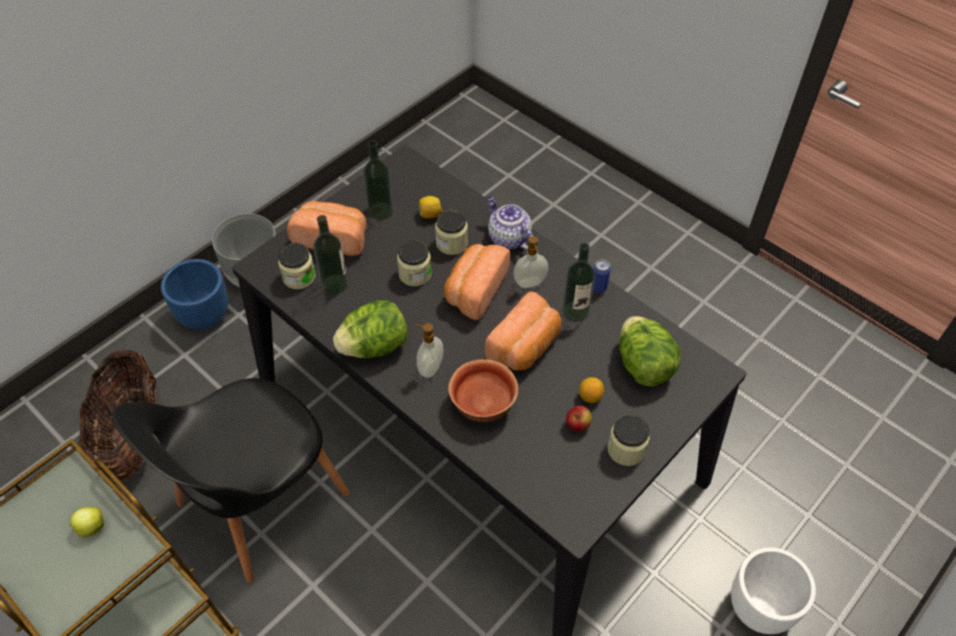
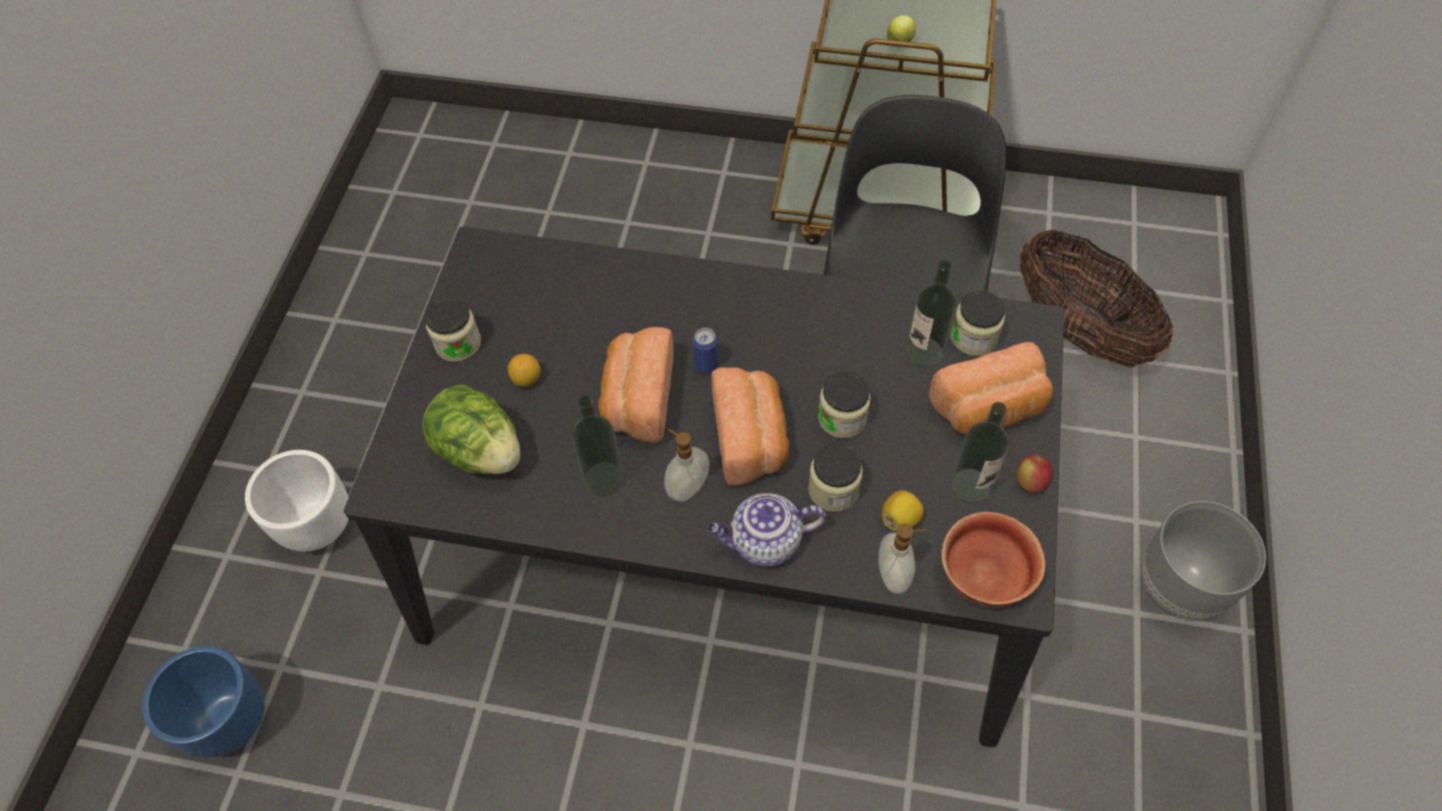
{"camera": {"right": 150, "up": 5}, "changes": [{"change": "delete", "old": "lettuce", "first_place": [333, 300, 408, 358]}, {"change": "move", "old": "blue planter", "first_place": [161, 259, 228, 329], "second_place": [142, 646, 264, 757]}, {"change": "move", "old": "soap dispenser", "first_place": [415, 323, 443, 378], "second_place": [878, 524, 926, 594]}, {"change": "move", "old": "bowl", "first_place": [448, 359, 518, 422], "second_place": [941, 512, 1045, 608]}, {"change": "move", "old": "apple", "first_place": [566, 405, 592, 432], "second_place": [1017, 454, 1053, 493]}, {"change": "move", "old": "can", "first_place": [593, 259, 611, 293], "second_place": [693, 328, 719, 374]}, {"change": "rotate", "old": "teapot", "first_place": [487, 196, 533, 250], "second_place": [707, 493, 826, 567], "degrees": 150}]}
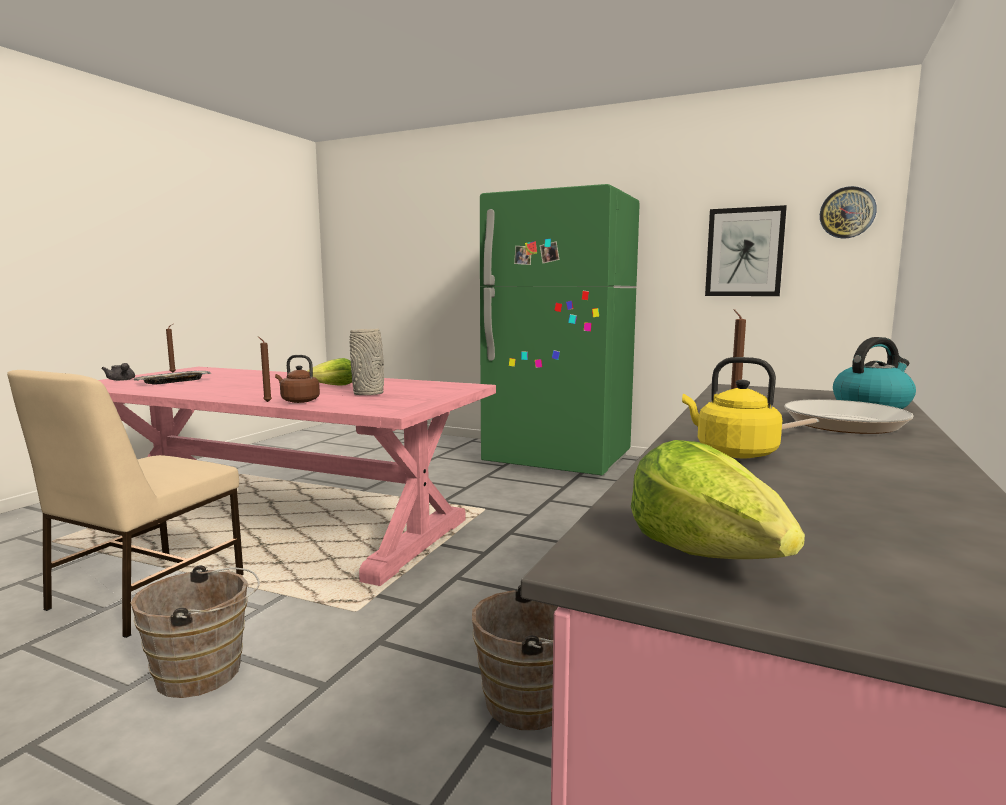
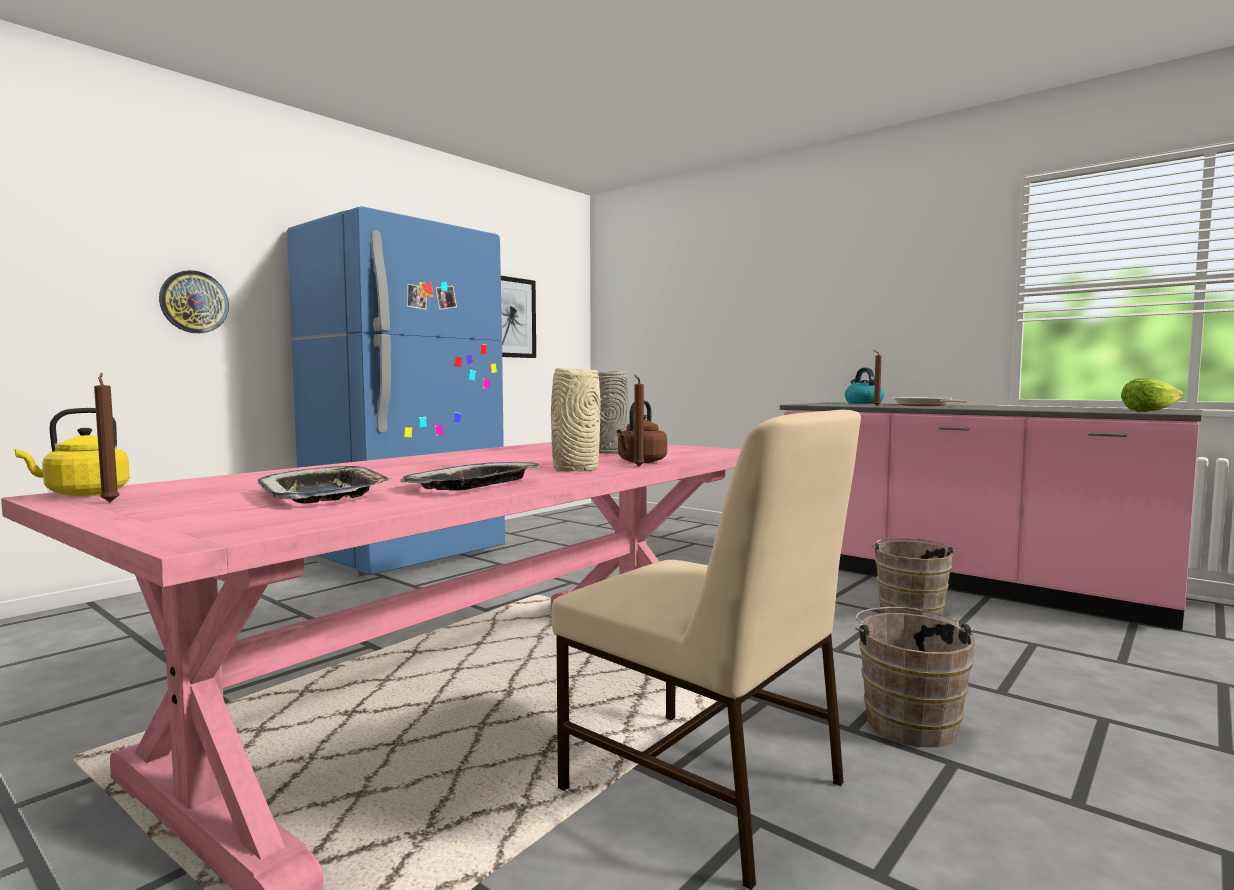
{"camera": {"right": -75, "up": -5}, "changes": [{"change": "delete", "old": "grey teapot", "first_place": [101, 363, 135, 381]}, {"change": "delete", "old": "lettuce", "first_place": [307, 358, 352, 386]}, {"change": "insert", "new": "tray", "second_place": [400, 462, 541, 491]}, {"change": "insert", "new": "beige vase", "second_place": [551, 368, 601, 471]}, {"change": "move", "old": "yellow kettle", "first_place": [682, 357, 782, 458], "second_place": [15, 408, 130, 496]}, {"change": "move", "old": "wall clock", "first_place": [820, 186, 877, 238], "second_place": [159, 270, 229, 333]}, {"change": "recolor", "old": "green fridge", "new": "blue fridge", "first_place": [480, 184, 640, 476], "second_place": [287, 206, 505, 577]}]}
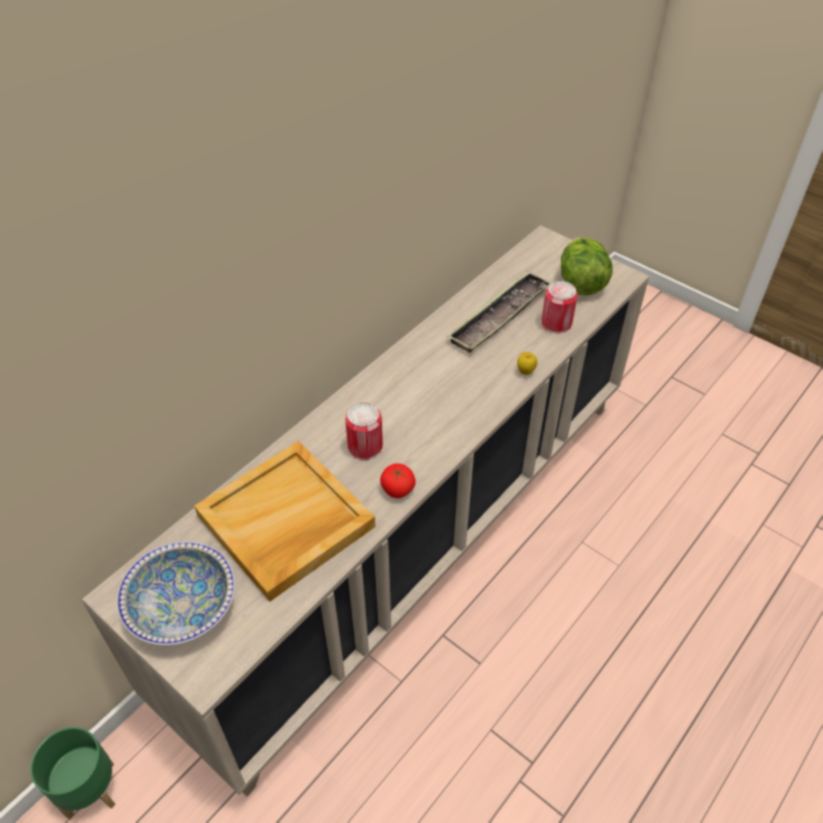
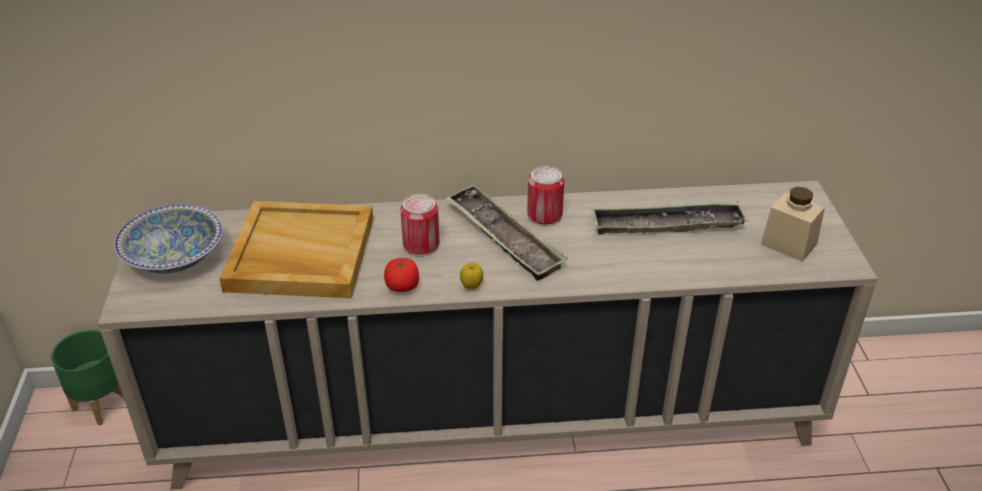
{"camera": {"right": 45, "up": -10}, "changes": [{"change": "insert", "new": "tray", "second_place": [445, 185, 568, 281]}, {"change": "move", "old": "apple", "first_place": [517, 352, 537, 375], "second_place": [460, 263, 483, 290]}, {"change": "move", "old": "can", "first_place": [541, 281, 578, 334], "second_place": [527, 166, 564, 226]}, {"change": "replace", "old": "lettuce", "new": "beige jar", "first_place": [561, 238, 613, 295], "second_place": [761, 187, 825, 262]}]}
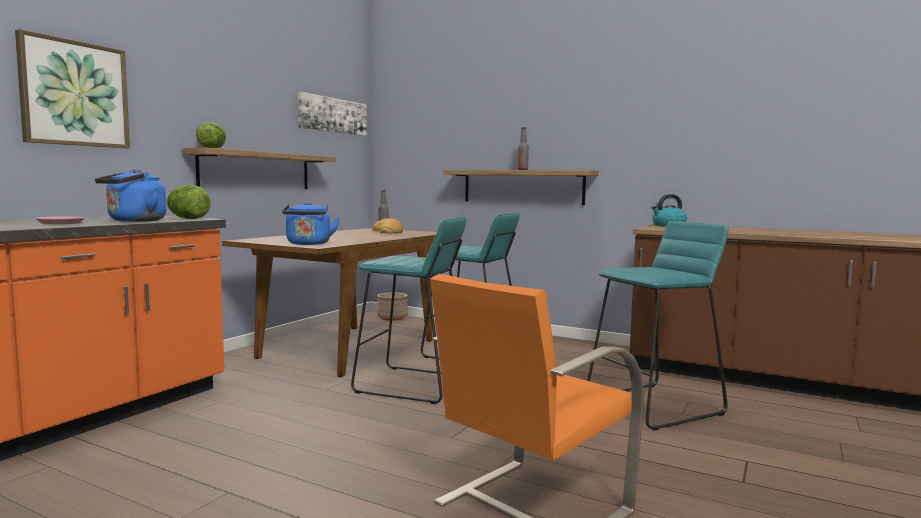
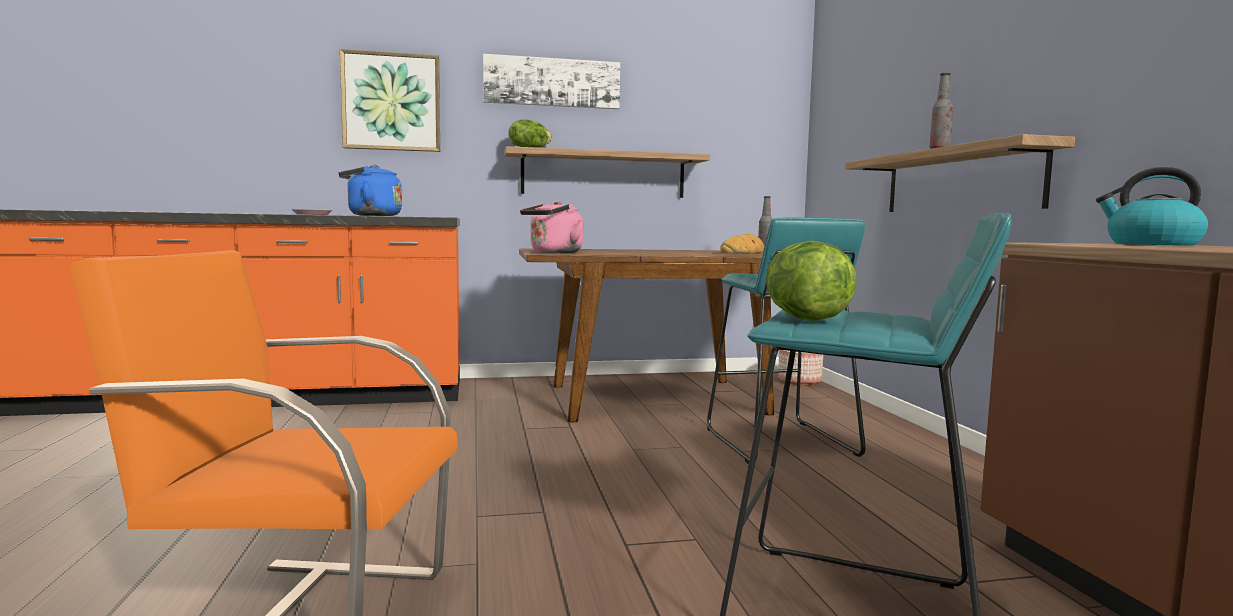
{"camera": {"right": 50, "up": 0}, "changes": [{"change": "delete", "old": "turquoise stool", "first_place": [351, 217, 467, 404]}, {"change": "move", "old": "lettuce", "first_place": [166, 185, 211, 219], "second_place": [766, 241, 857, 321]}, {"change": "move", "old": "picture", "first_place": [298, 92, 367, 136], "second_place": [483, 54, 620, 109]}, {"change": "recolor", "old": "blue kettle", "new": "pink kettle", "first_place": [282, 202, 340, 245], "second_place": [520, 201, 583, 253]}]}
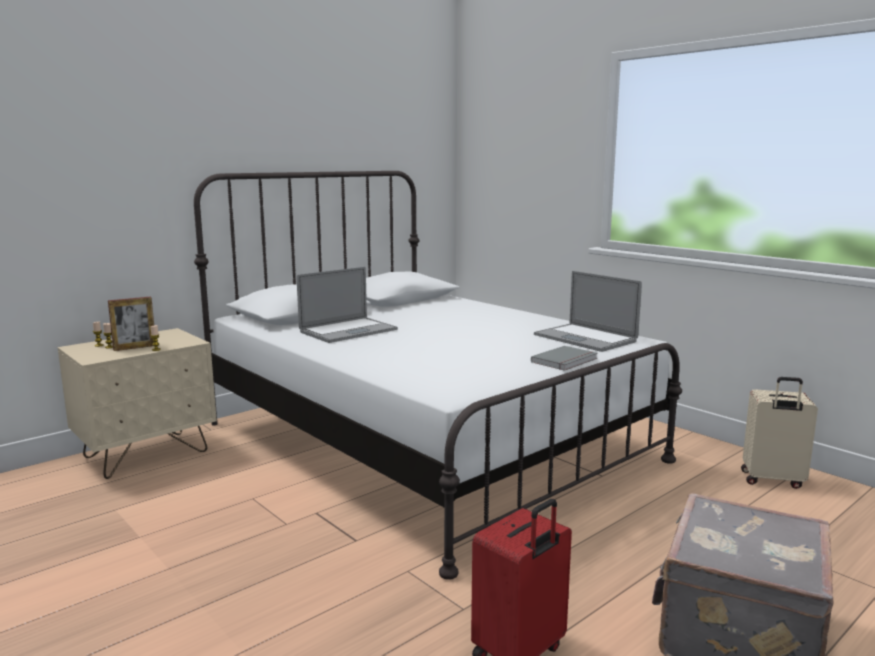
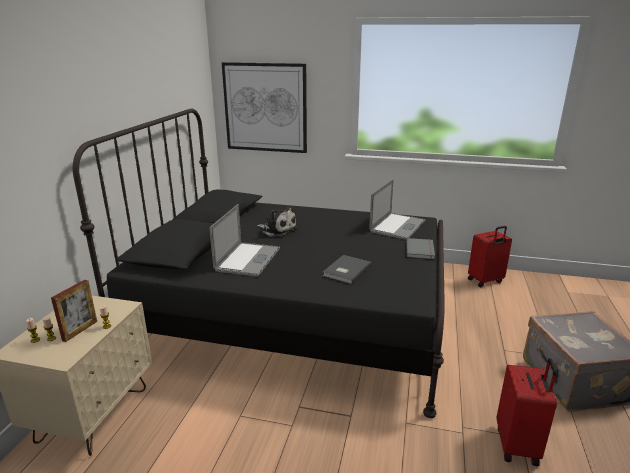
{"camera": {"right": -35, "up": 10}, "changes": [{"change": "insert", "new": "picture", "second_place": [222, 62, 307, 153]}, {"change": "insert", "new": "plush toy", "second_place": [257, 205, 297, 237]}, {"change": "insert", "new": "grey book", "second_place": [323, 255, 371, 284]}, {"change": "recolor", "old": "white bed", "new": "black bed", "first_place": [194, 171, 682, 580], "second_place": [73, 108, 445, 418]}, {"change": "recolor", "old": "beige suitcase", "new": "red suitcase", "first_place": [741, 377, 818, 489], "second_place": [468, 226, 512, 287]}, {"change": "rotate", "old": "laptop", "first_place": [534, 271, 642, 352], "second_place": [369, 179, 425, 240], "degrees": -75}]}
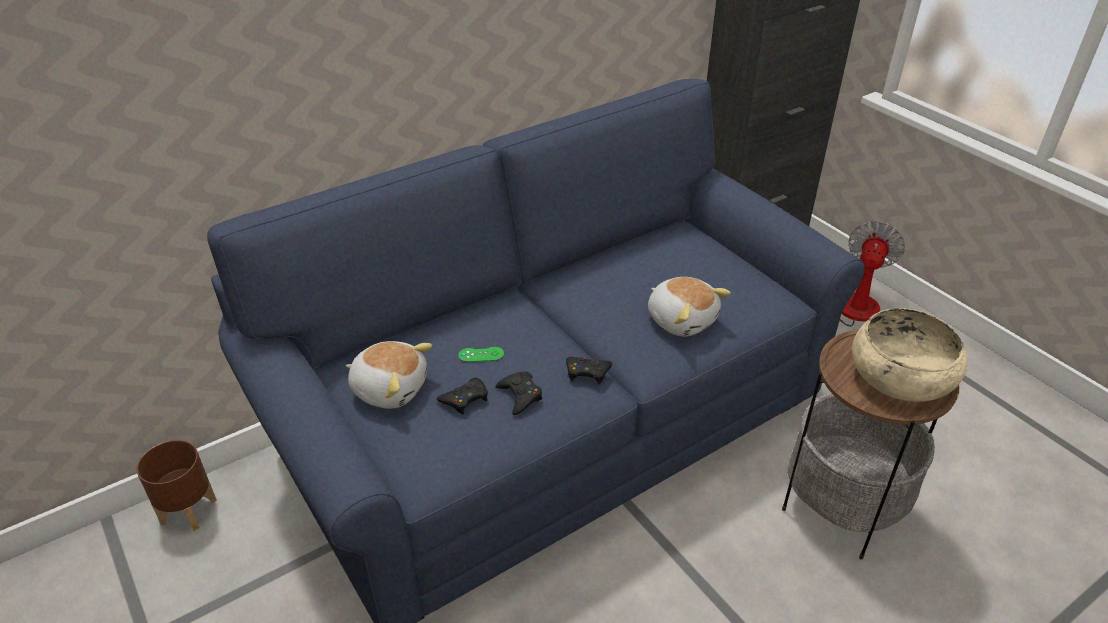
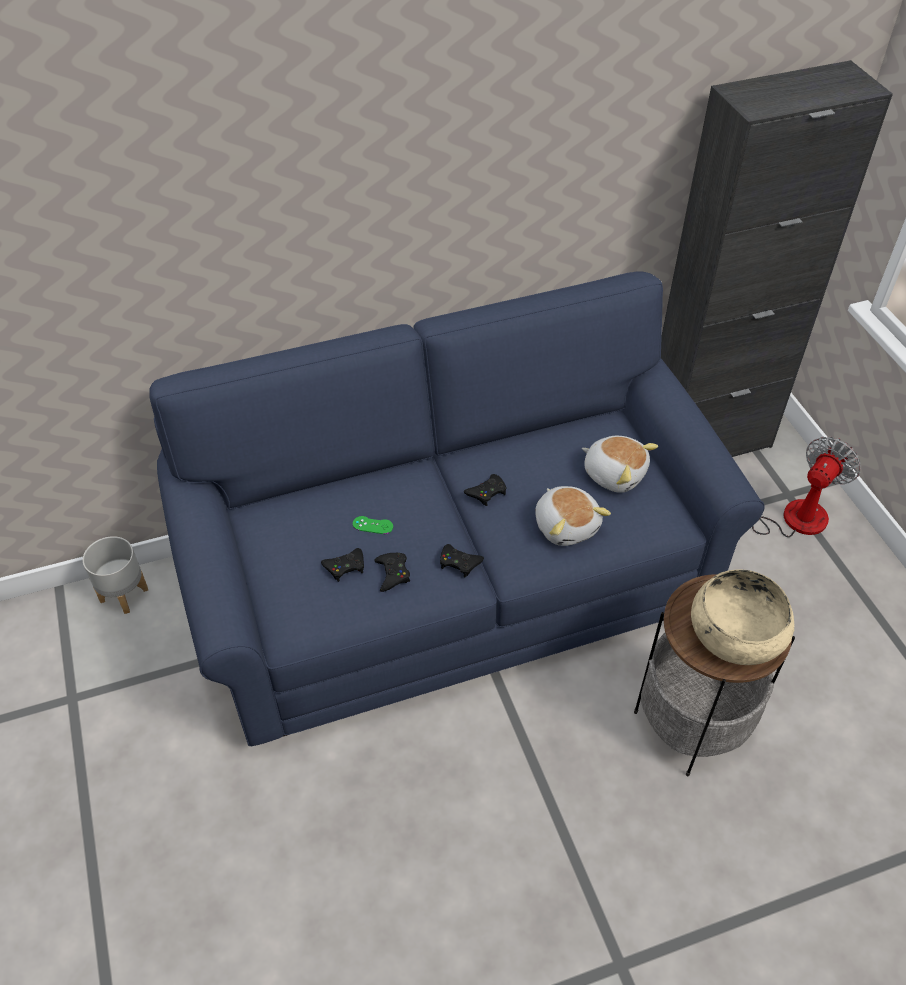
{"camera": {"right": 15, "up": 10}, "changes": [{"change": "insert", "new": "black game controller", "second_place": [464, 474, 507, 506]}, {"change": "move", "old": "plush toy", "first_place": [346, 341, 432, 409], "second_place": [582, 436, 658, 493]}, {"change": "recolor", "old": "brown planter", "new": "grey planter", "first_place": [137, 440, 217, 531], "second_place": [83, 536, 148, 614]}]}
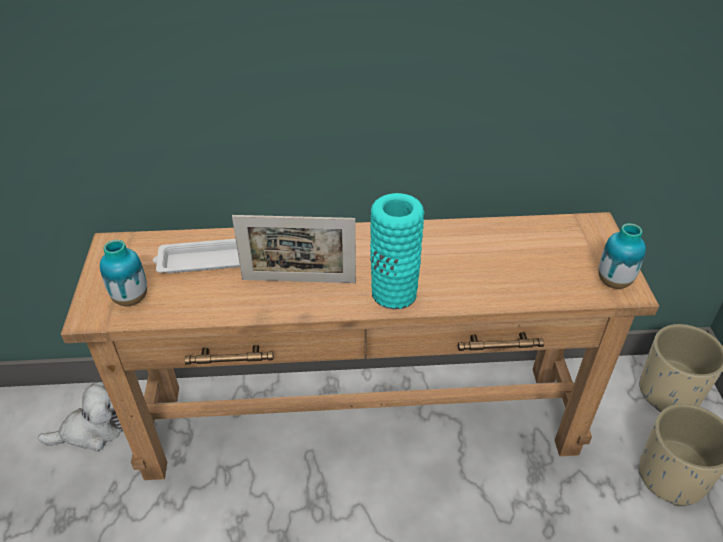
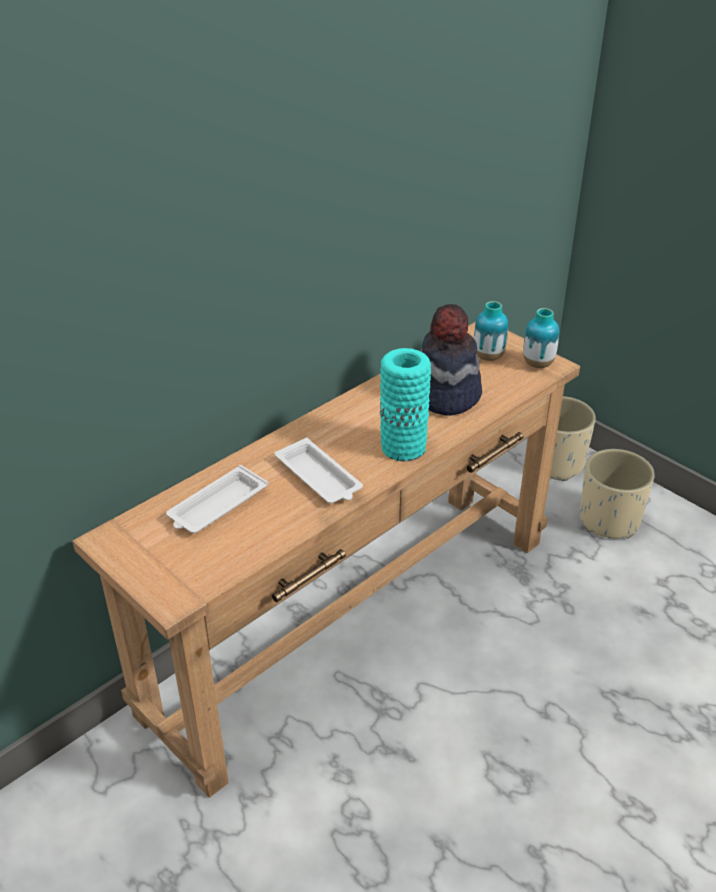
{"camera": {"right": -40, "up": -5}, "changes": [{"change": "delete", "old": "plush toy", "first_place": [38, 382, 123, 451]}, {"change": "insert", "new": "hat", "second_place": [420, 304, 482, 416]}, {"change": "move", "old": "vase", "first_place": [100, 240, 147, 306], "second_place": [474, 301, 508, 361]}, {"change": "replace", "old": "picture frame", "new": "white tray", "first_place": [232, 215, 356, 283], "second_place": [275, 438, 363, 504]}]}
